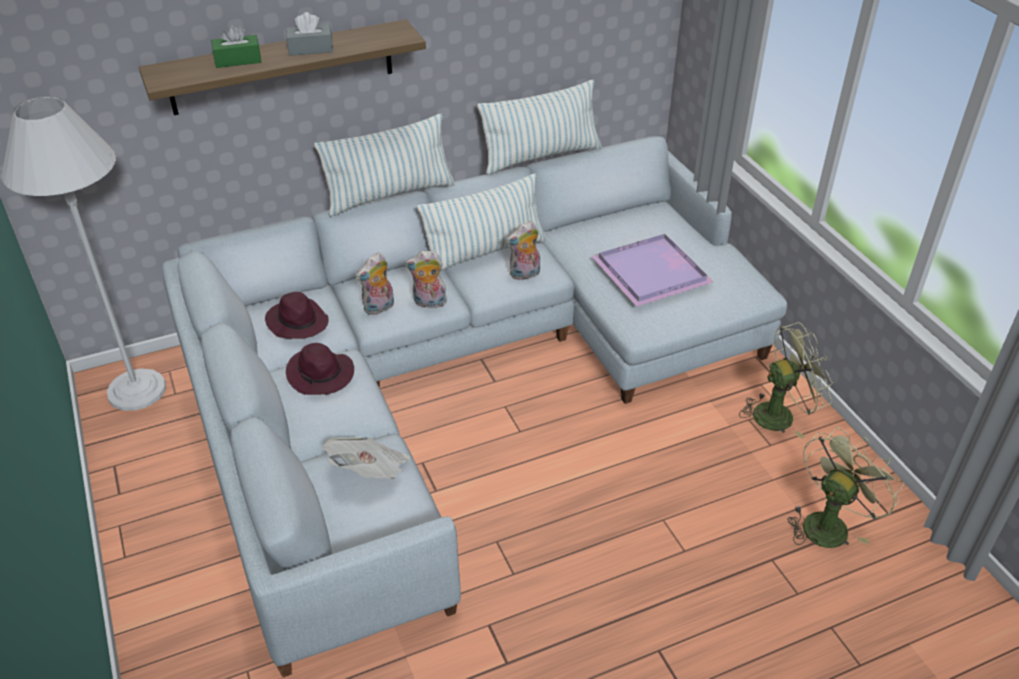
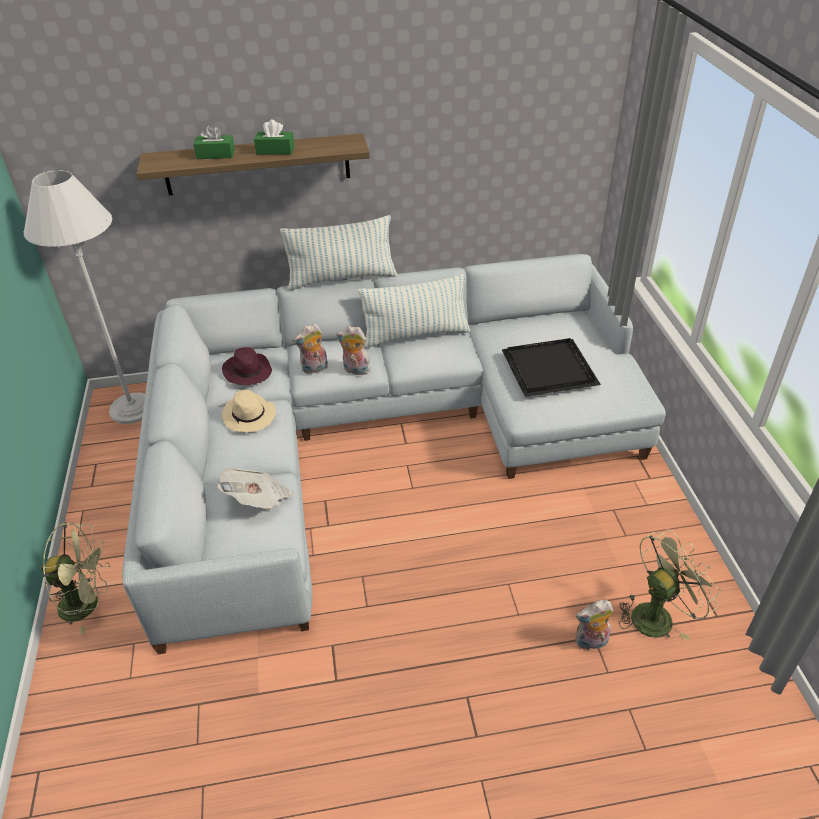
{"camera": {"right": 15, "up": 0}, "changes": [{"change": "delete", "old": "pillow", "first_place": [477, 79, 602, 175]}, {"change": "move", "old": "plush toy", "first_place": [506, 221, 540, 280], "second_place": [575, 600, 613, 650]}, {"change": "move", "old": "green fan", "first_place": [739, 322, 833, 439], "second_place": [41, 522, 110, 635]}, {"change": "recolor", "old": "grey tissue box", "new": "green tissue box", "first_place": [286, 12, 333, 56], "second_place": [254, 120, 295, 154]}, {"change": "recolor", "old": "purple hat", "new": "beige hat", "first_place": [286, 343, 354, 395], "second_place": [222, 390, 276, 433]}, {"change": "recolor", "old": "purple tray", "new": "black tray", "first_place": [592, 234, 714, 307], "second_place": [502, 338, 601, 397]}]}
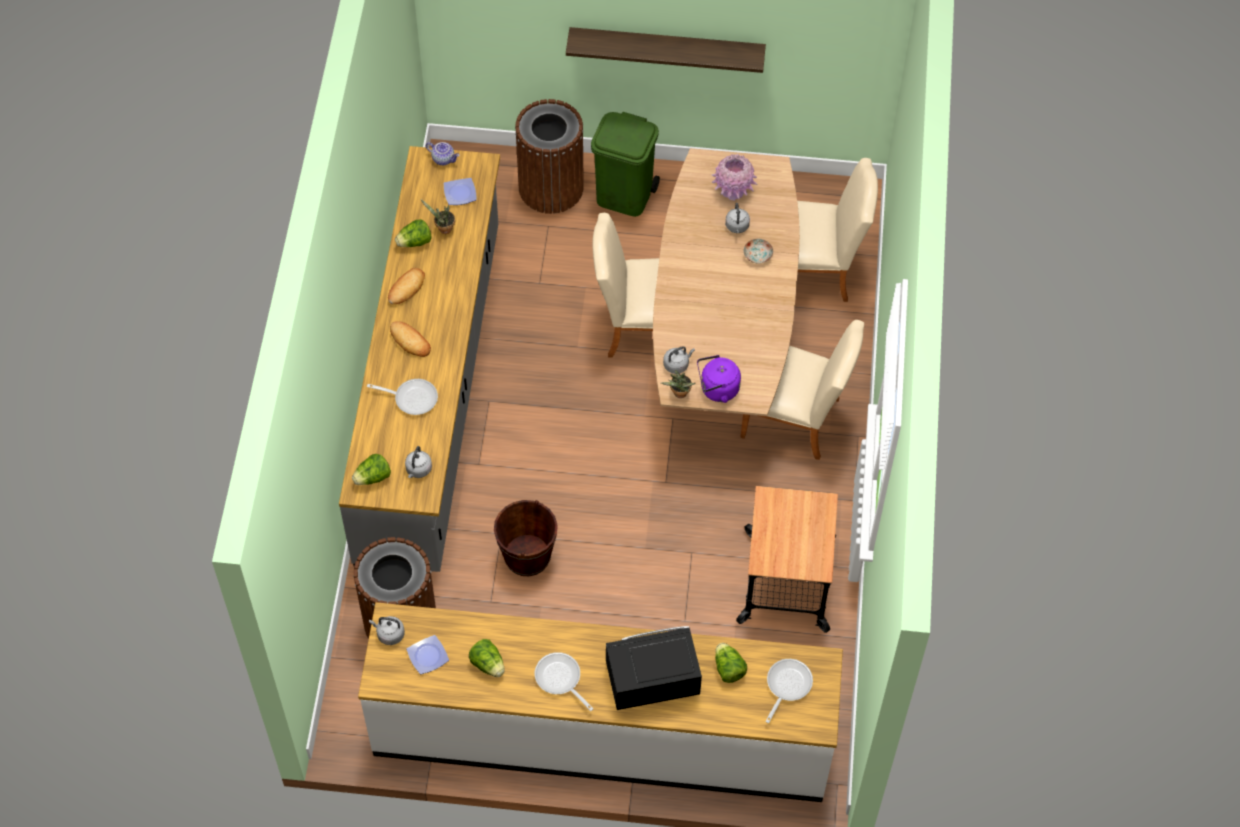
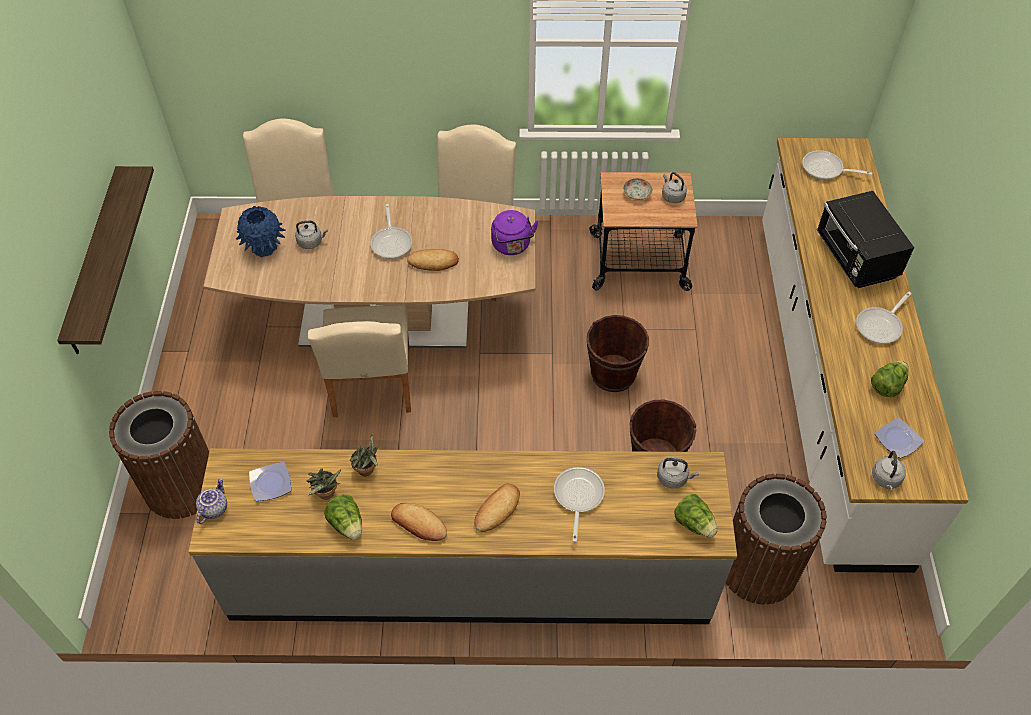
{"camera": {"right": -95, "up": -5}, "changes": [{"change": "delete", "old": "green trash can", "first_place": [591, 112, 660, 217]}, {"change": "delete", "old": "lettuce", "first_place": [715, 643, 747, 683]}, {"change": "insert", "new": "frying pan", "second_place": [371, 204, 412, 259]}, {"change": "insert", "new": "bread", "second_place": [407, 249, 459, 271]}, {"change": "insert", "new": "brown bucket", "second_place": [587, 315, 649, 392]}, {"change": "move", "old": "potted plant", "first_place": [661, 370, 695, 398], "second_place": [350, 434, 379, 476]}, {"change": "move", "old": "grey kettle", "first_place": [663, 346, 695, 374], "second_place": [662, 172, 687, 203]}, {"change": "move", "old": "plate", "first_place": [743, 239, 773, 264], "second_place": [623, 179, 653, 200]}, {"change": "recolor", "old": "pink vase", "new": "blue vase", "first_place": [711, 154, 758, 200], "second_place": [236, 206, 285, 258]}]}
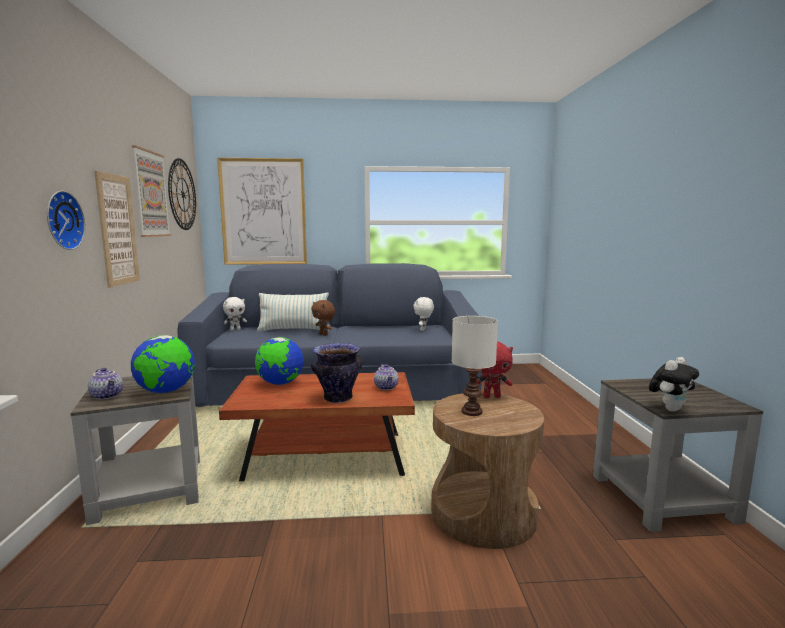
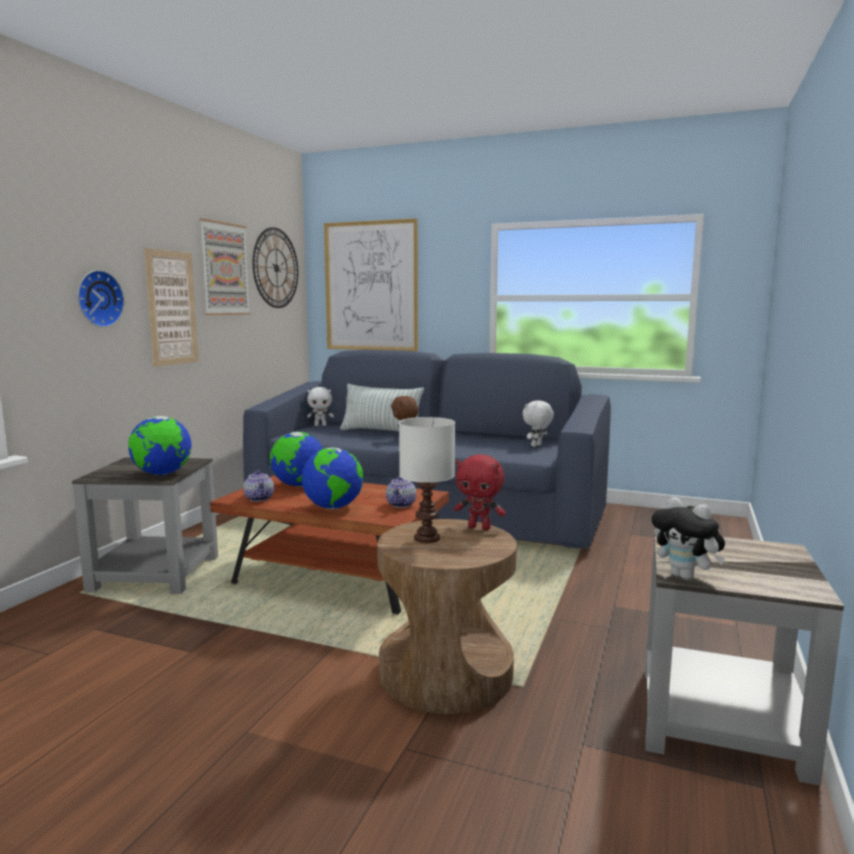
{"camera": {"right": 25, "up": 0}, "changes": [{"change": "move", "old": "teapot", "first_place": [88, 368, 123, 400], "second_place": [243, 470, 274, 502]}, {"change": "replace", "old": "vase", "new": "globe", "first_place": [311, 343, 363, 403], "second_place": [302, 447, 363, 509]}, {"change": "rotate", "old": "plush toy", "first_place": [649, 357, 699, 412], "second_place": [651, 497, 725, 580], "degrees": 60}]}
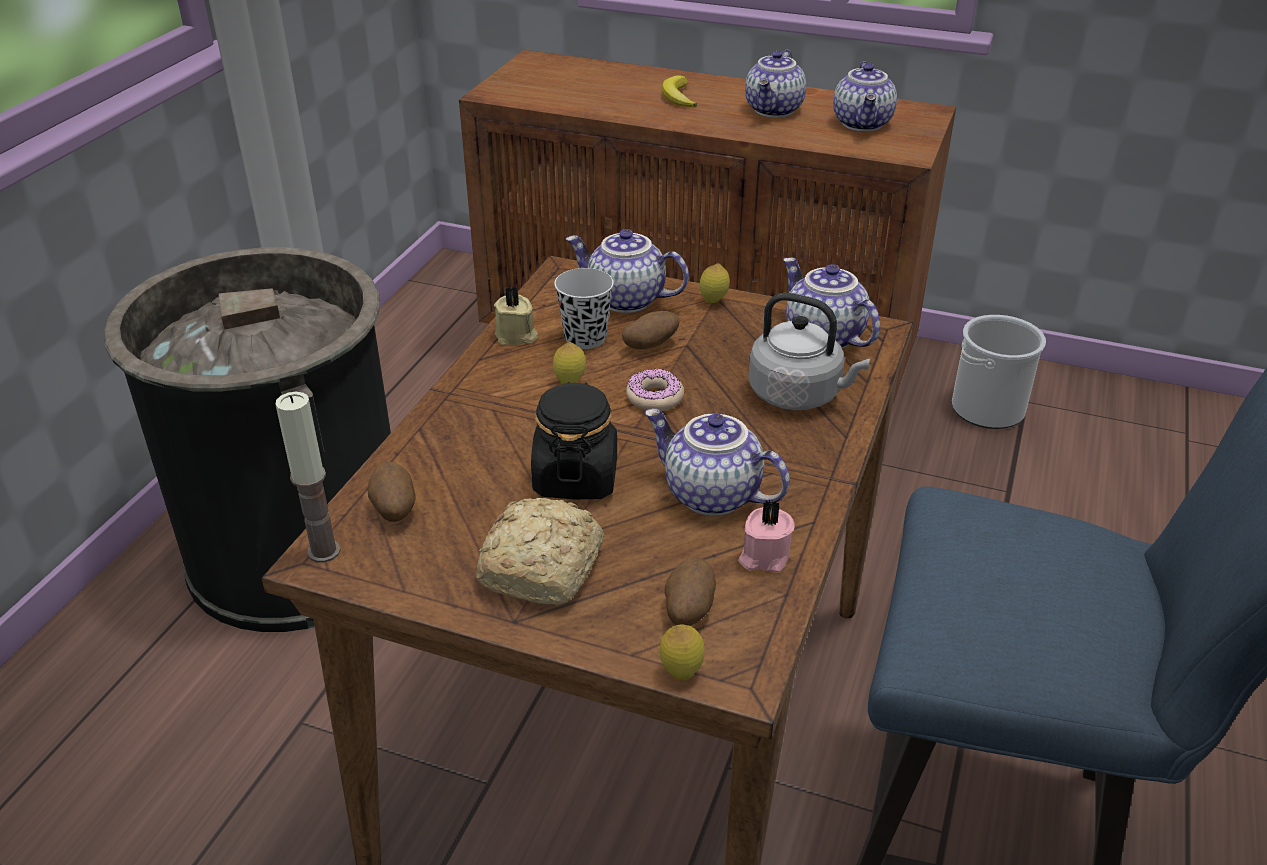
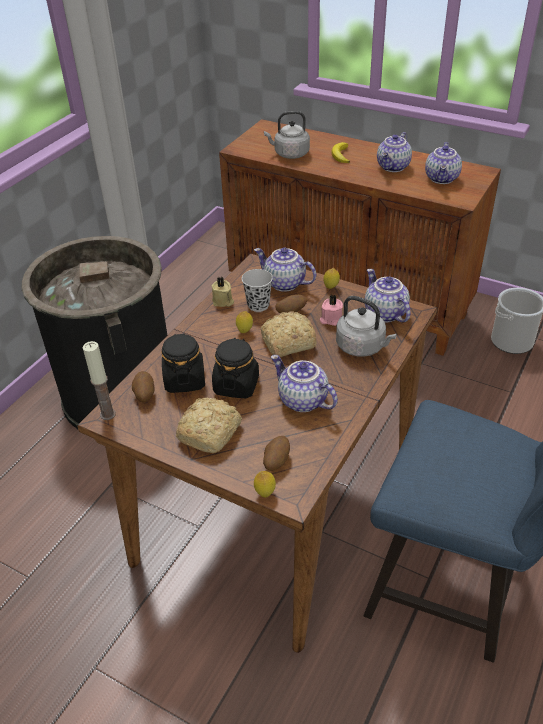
{"camera": {"right": 10, "up": 5}, "changes": [{"change": "insert", "new": "black jar", "second_place": [161, 333, 205, 393]}, {"change": "insert", "new": "grey kettle", "second_place": [264, 111, 310, 159]}, {"change": "move", "old": "pink candle", "first_place": [738, 500, 794, 572], "second_place": [320, 295, 343, 326]}, {"change": "replace", "old": "donut", "new": "bread", "first_place": [626, 369, 684, 411], "second_place": [261, 311, 317, 357]}]}
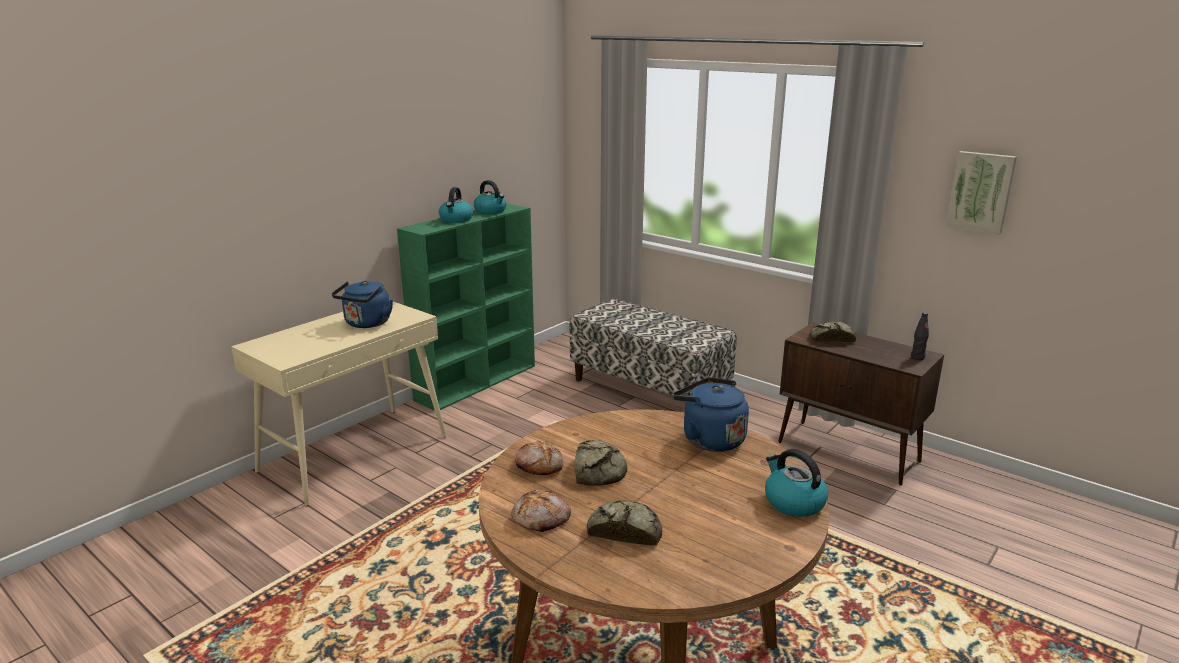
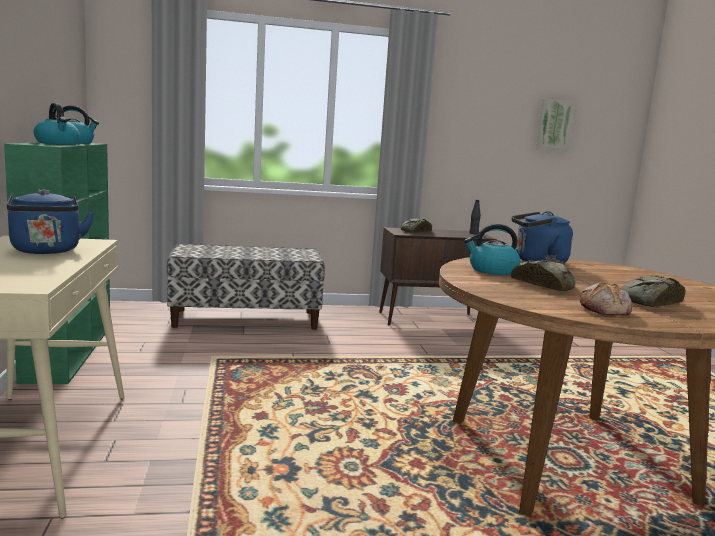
{"camera": {"right": -50, "up": -10}, "changes": [{"change": "delete", "old": "bread", "first_place": [514, 441, 564, 475]}, {"change": "move", "old": "kettle", "first_place": [765, 449, 828, 517], "second_place": [464, 224, 520, 275]}, {"change": "move", "old": "picture", "first_place": [946, 151, 1017, 235], "second_place": [535, 99, 575, 152]}]}
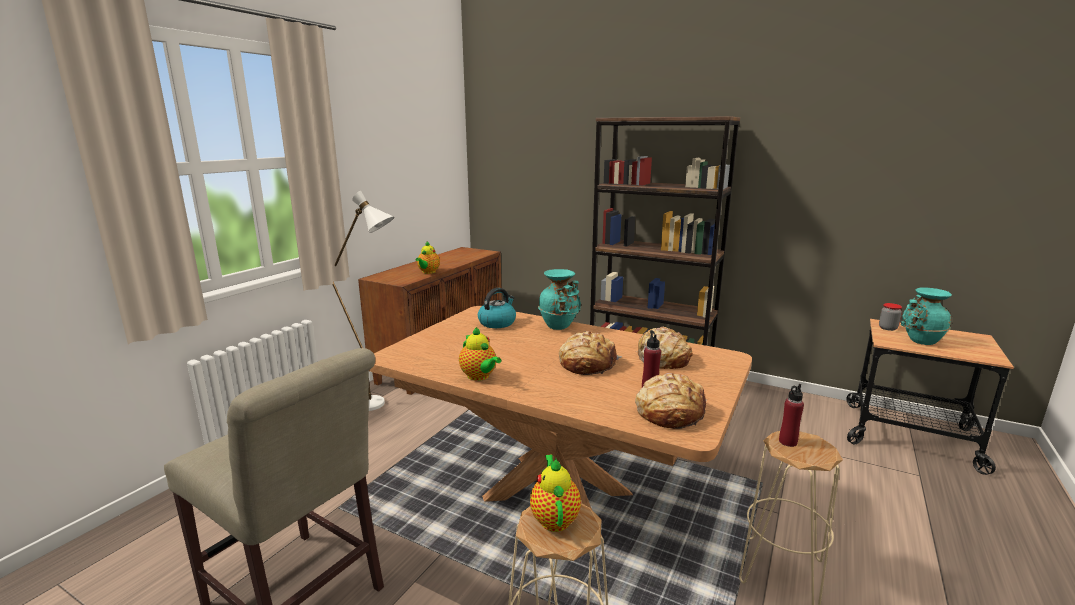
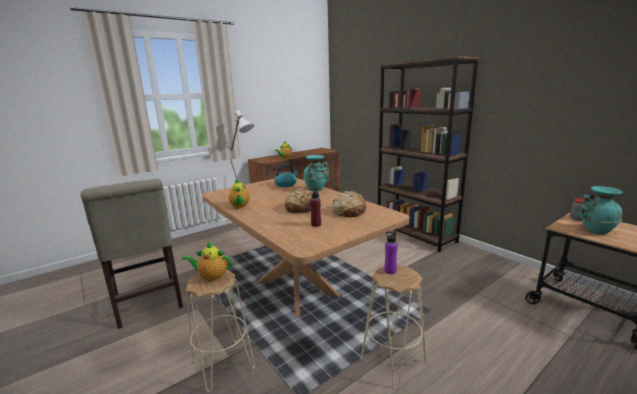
{"camera": {"right": 25, "up": 0}, "changes": [{"change": "delete", "old": "bread", "first_place": [635, 373, 707, 429]}, {"change": "recolor", "old": "red bottle", "new": "purple bottle", "first_place": [779, 384, 804, 447], "second_place": [384, 231, 398, 274]}, {"change": "rotate", "old": "teapot", "first_place": [530, 455, 581, 532], "second_place": [182, 242, 231, 282], "degrees": -105}]}
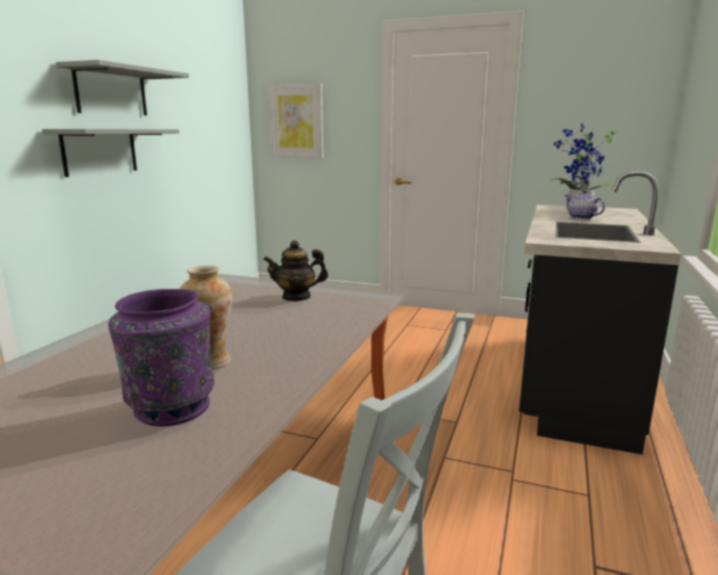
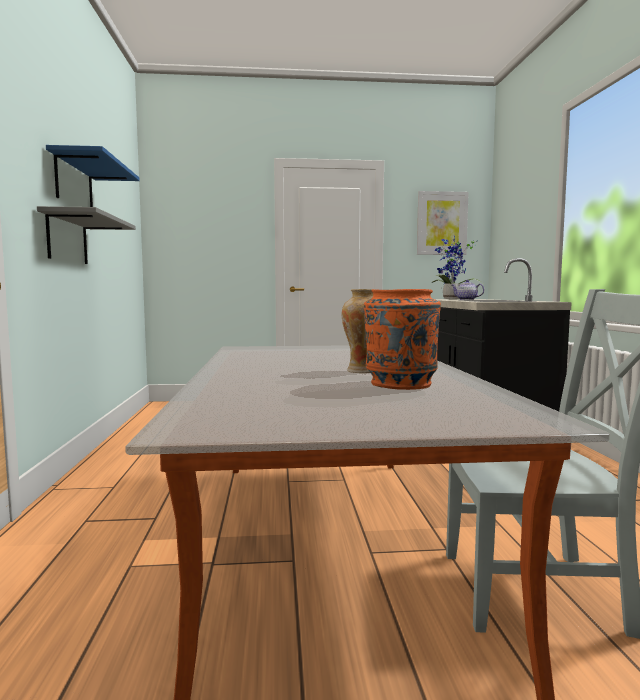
{"camera": {"right": -25, "up": -10}, "changes": [{"change": "delete", "old": "teapot", "first_place": [263, 240, 328, 301]}, {"change": "move", "old": "picture", "first_place": [268, 84, 324, 158], "second_place": [417, 191, 469, 255]}, {"change": "recolor", "old": "grey shelf", "new": "blue shelf", "first_place": [56, 60, 189, 115], "second_place": [46, 145, 140, 207]}, {"change": "recolor", "old": "purple vase", "new": "orange vase", "first_place": [108, 289, 214, 426], "second_place": [364, 289, 441, 390]}]}
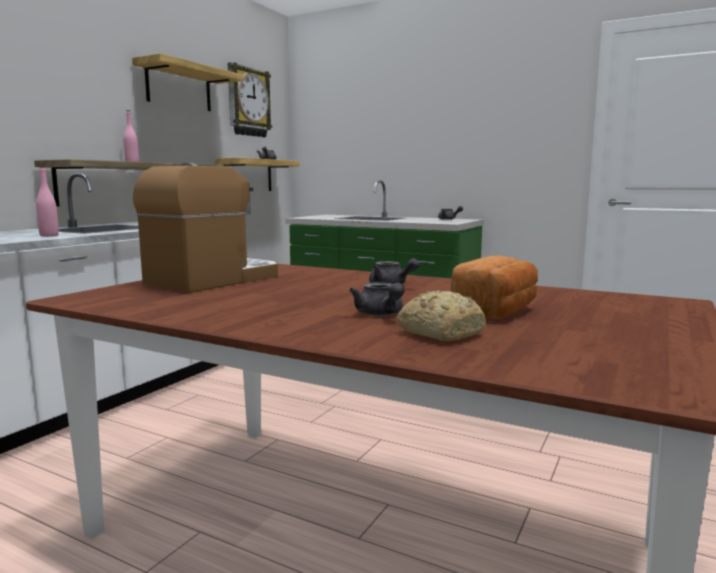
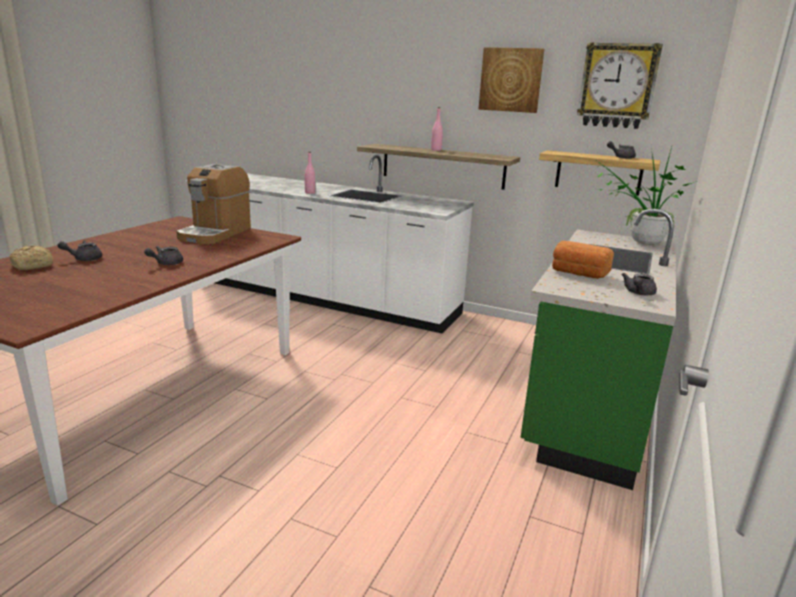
{"camera": {"right": 85, "up": 10}, "changes": [{"change": "insert", "new": "potted plant", "second_place": [597, 147, 697, 245]}, {"change": "move", "old": "bread", "first_place": [451, 256, 538, 319], "second_place": [552, 241, 614, 279]}, {"change": "replace", "old": "shelf", "new": "picture", "first_place": [132, 53, 243, 111], "second_place": [479, 47, 544, 113]}, {"change": "rotate", "old": "coffee machine", "first_place": [133, 163, 278, 293], "second_place": [176, 164, 251, 244], "degrees": 75}]}
